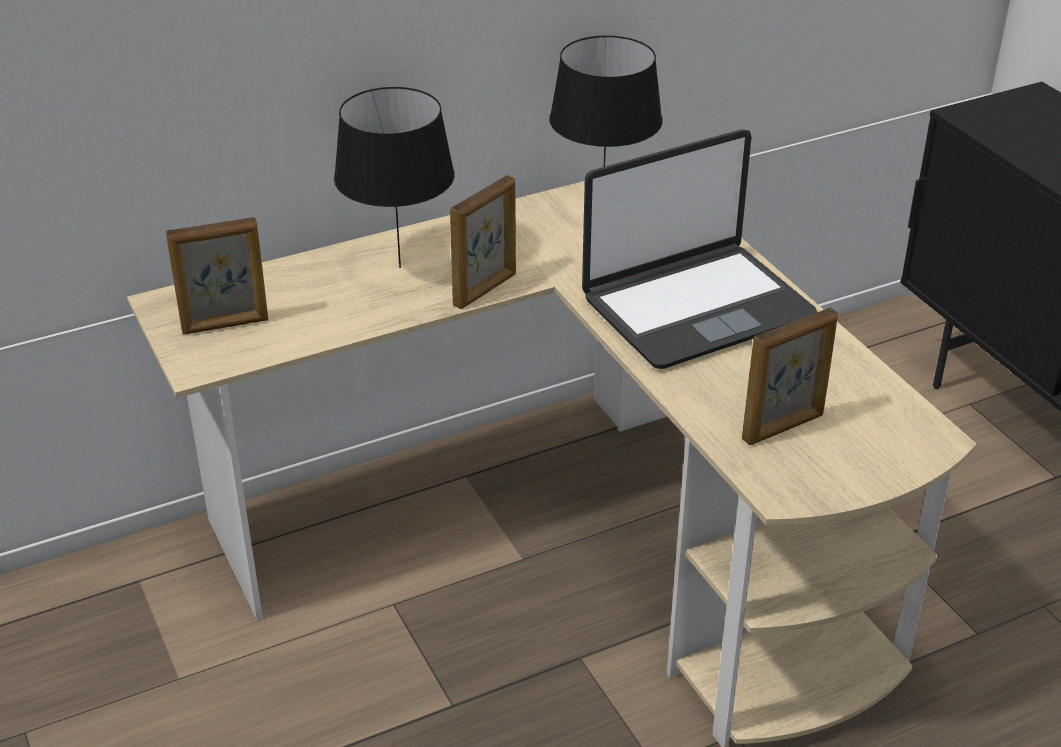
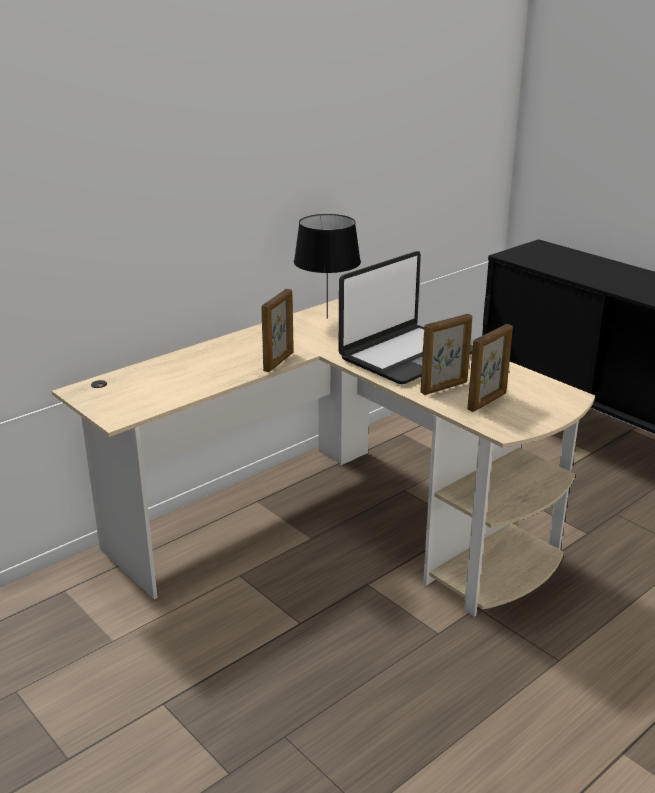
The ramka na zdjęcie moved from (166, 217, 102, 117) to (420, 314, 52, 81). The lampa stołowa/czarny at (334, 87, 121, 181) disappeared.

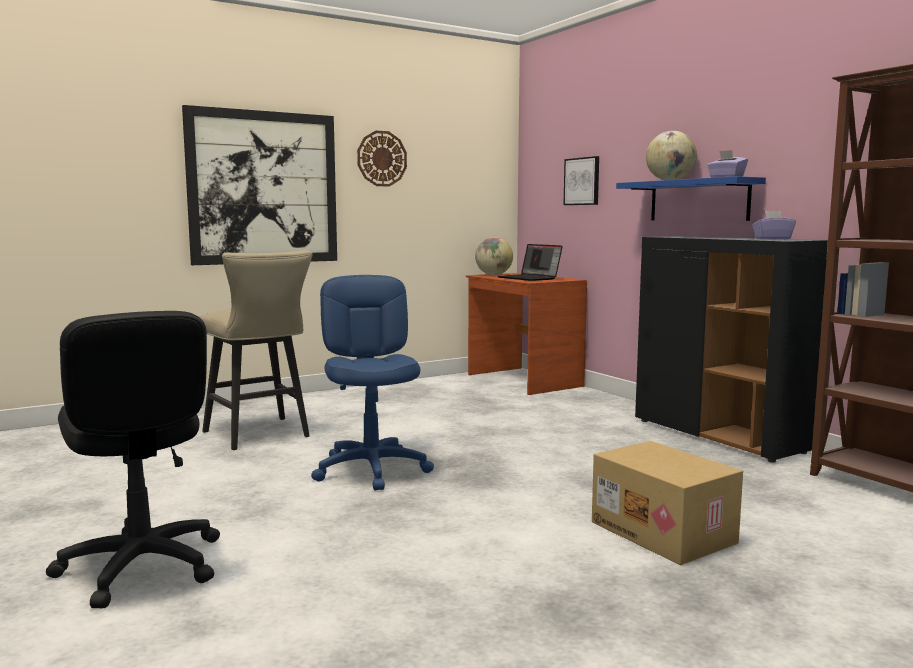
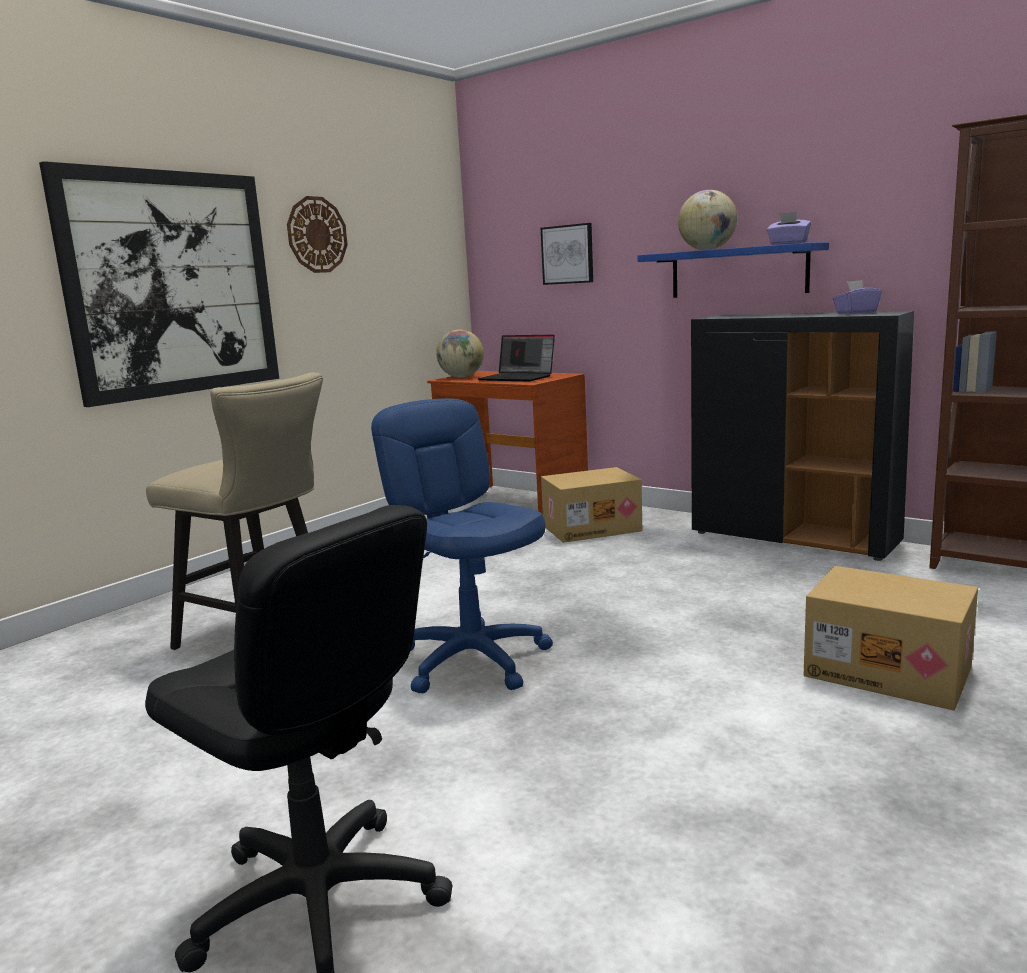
The karton at (541, 467, 101, 76) appeared.

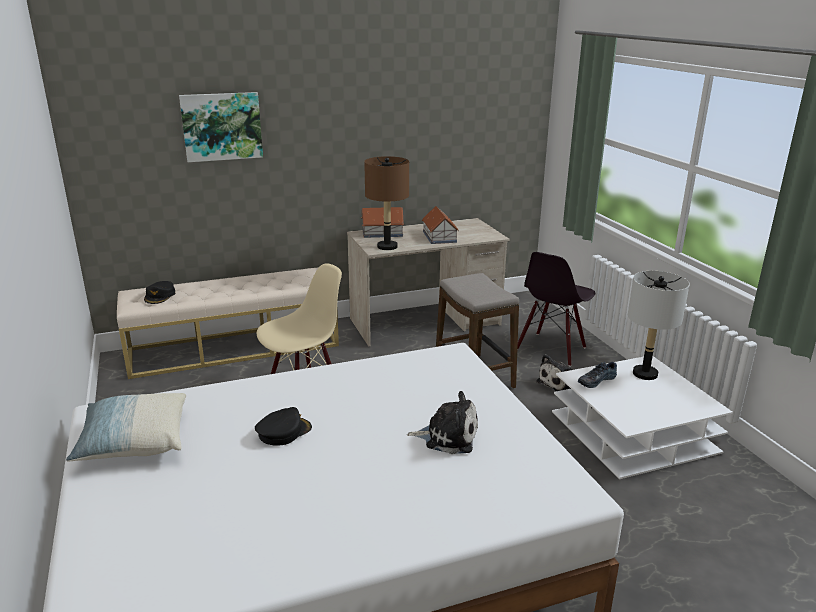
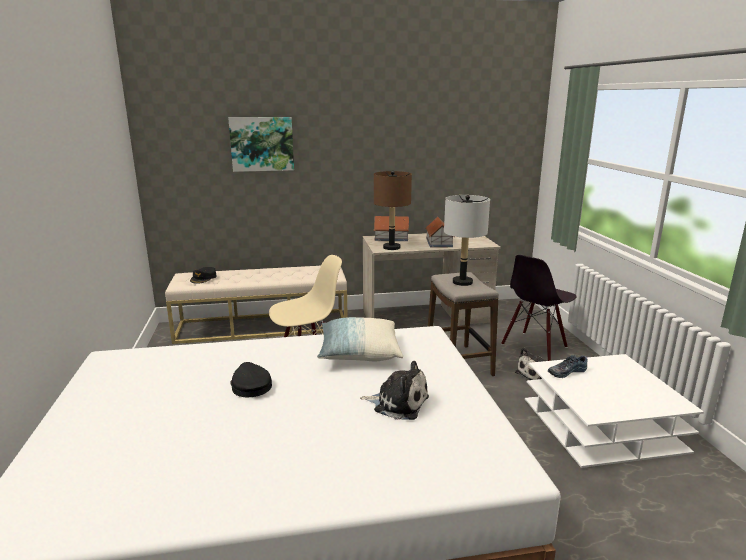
The czapka z daszkiem/czarny at (255, 407, 57, 39) turned 90 degrees counterclockwise. The poduszka moved from (66, 393, 120, 69) to (317, 317, 86, 45). The lampa stołowa/szary moved from (628, 271, 62, 109) to (444, 195, 46, 91).

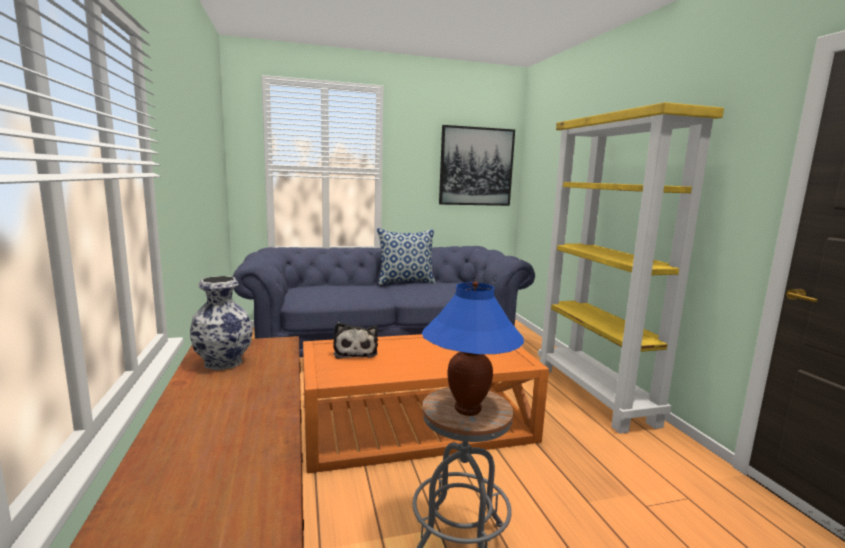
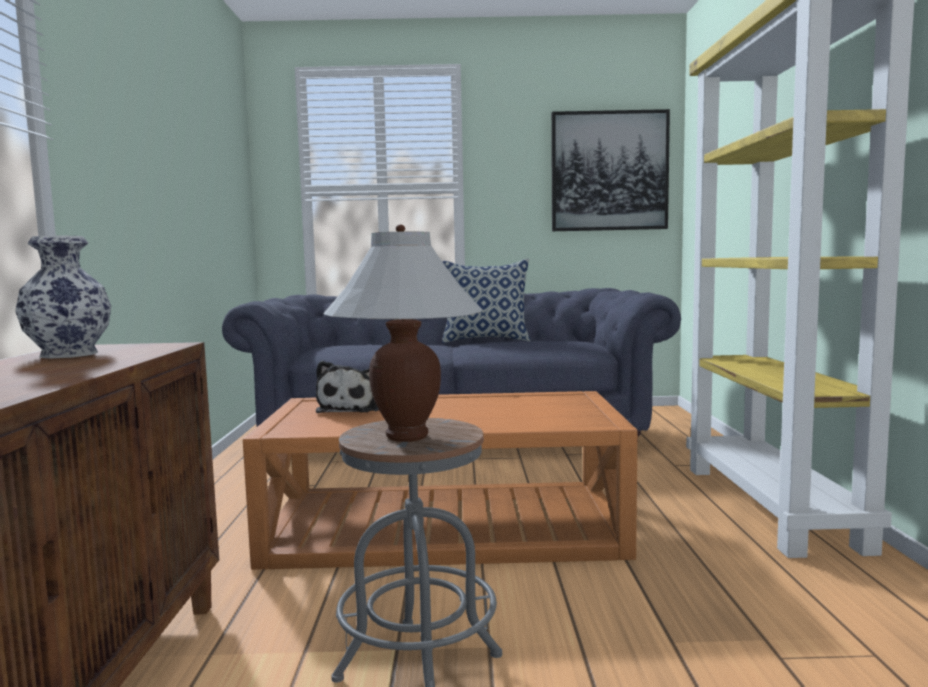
The lampa stołowa/niebieski at (422, 281, 102, 135) became the lampa stołowa/biały at (323, 224, 159, 218).

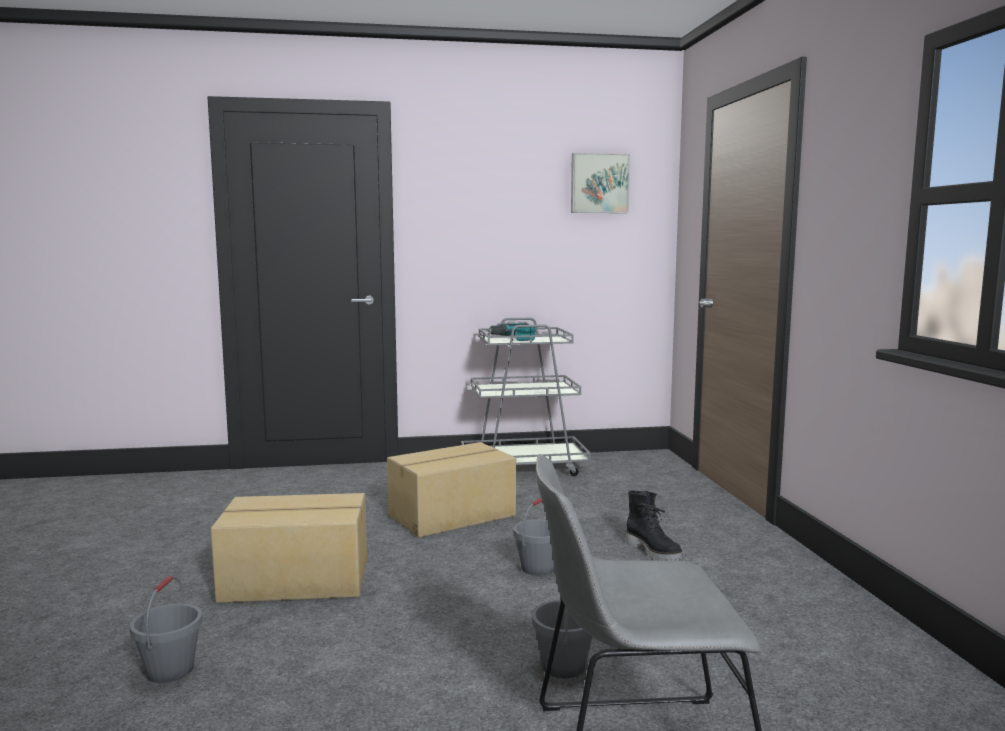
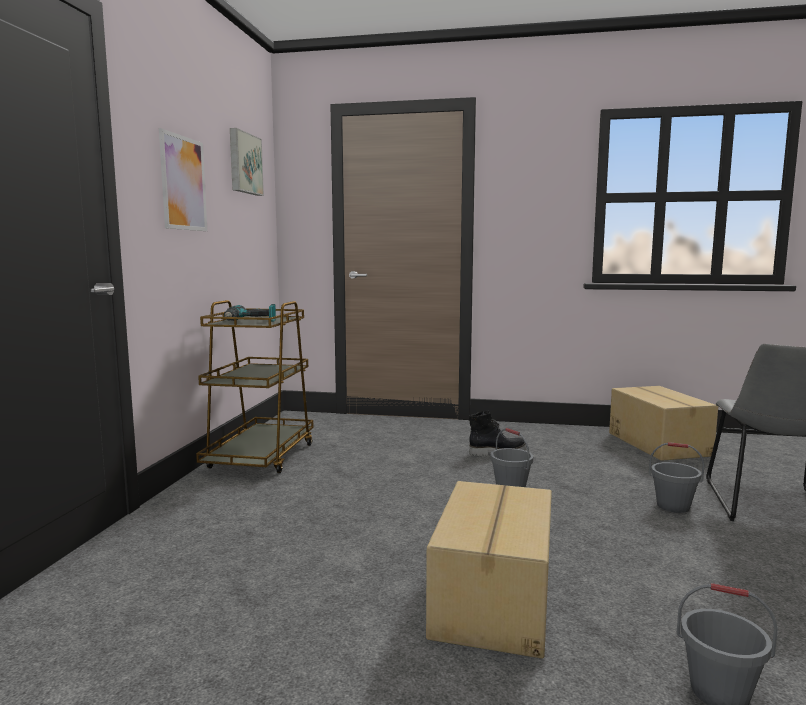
The obraz at (159, 128, 48, 103) appeared. The wózek/szary at (461, 318, 130, 158) became the wózek/brązowy at (196, 300, 117, 173). The karton moved from (387, 442, 129, 96) to (609, 386, 109, 75).

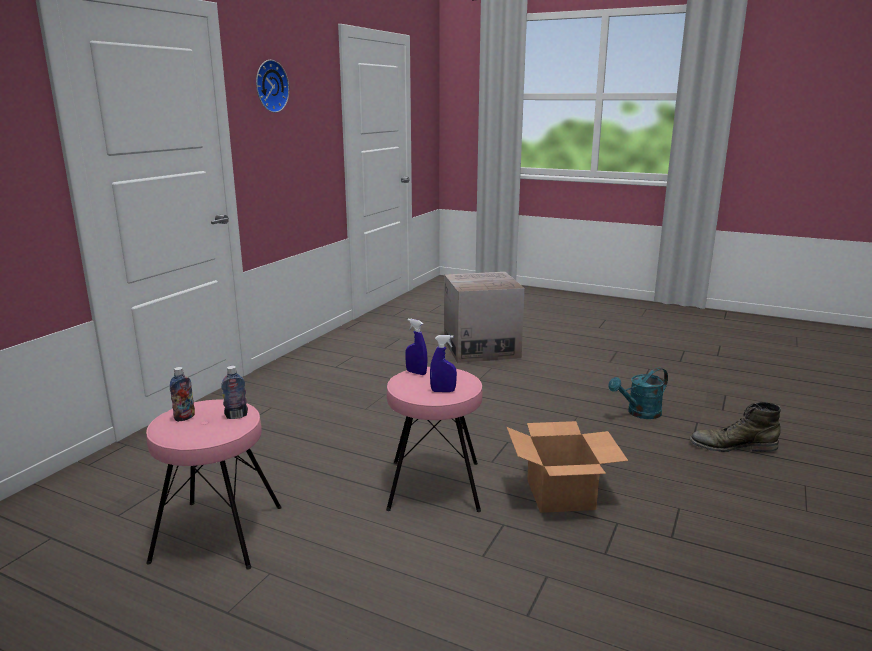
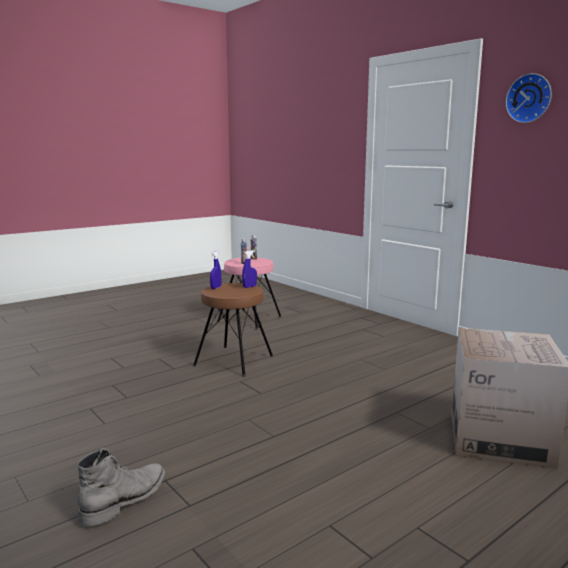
The but z cholewką/zielony at (690, 402, 91, 50) became the but z cholewką/szary at (78, 448, 87, 78). The stołek/różowy at (386, 367, 97, 145) became the stołek/brązowy at (193, 283, 80, 94). The karton at (507, 421, 121, 92) disappeared. The konewka/turkusowy at (608, 368, 60, 51) disappeared.

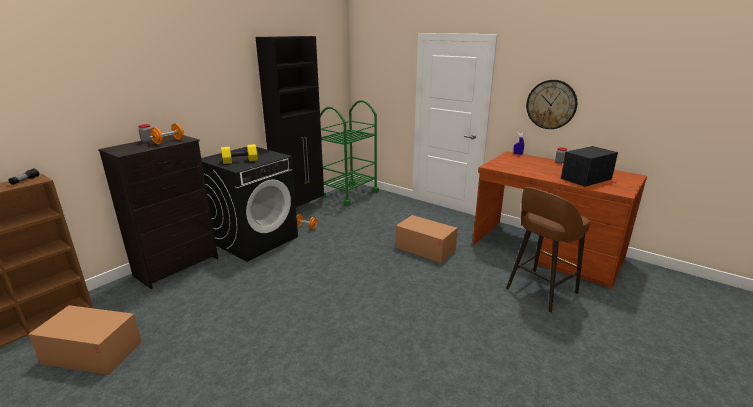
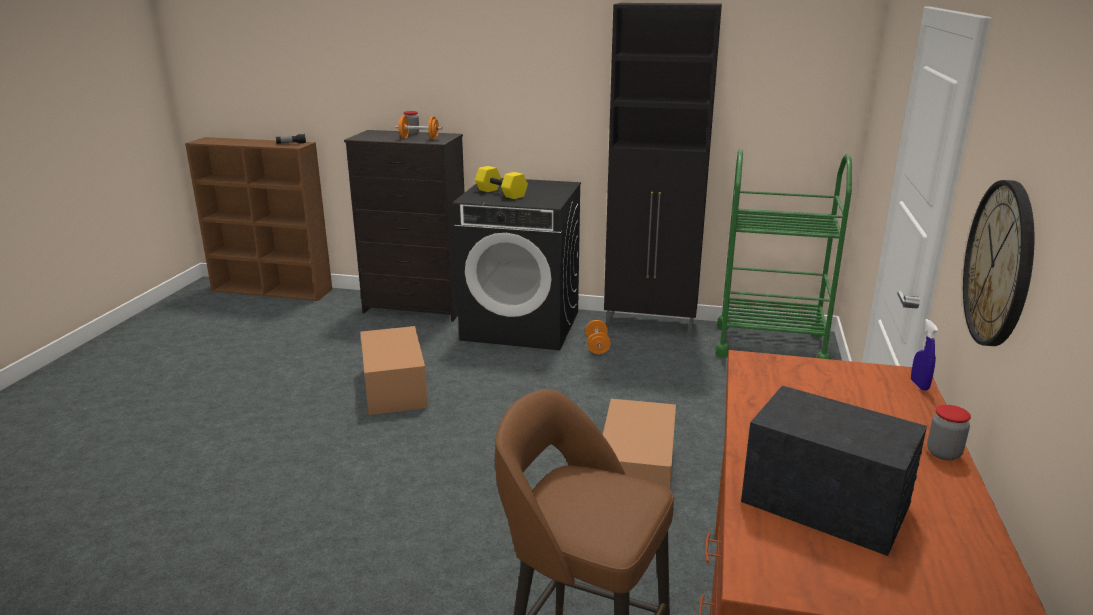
The karton moved from (28, 305, 114, 70) to (361, 326, 67, 89).

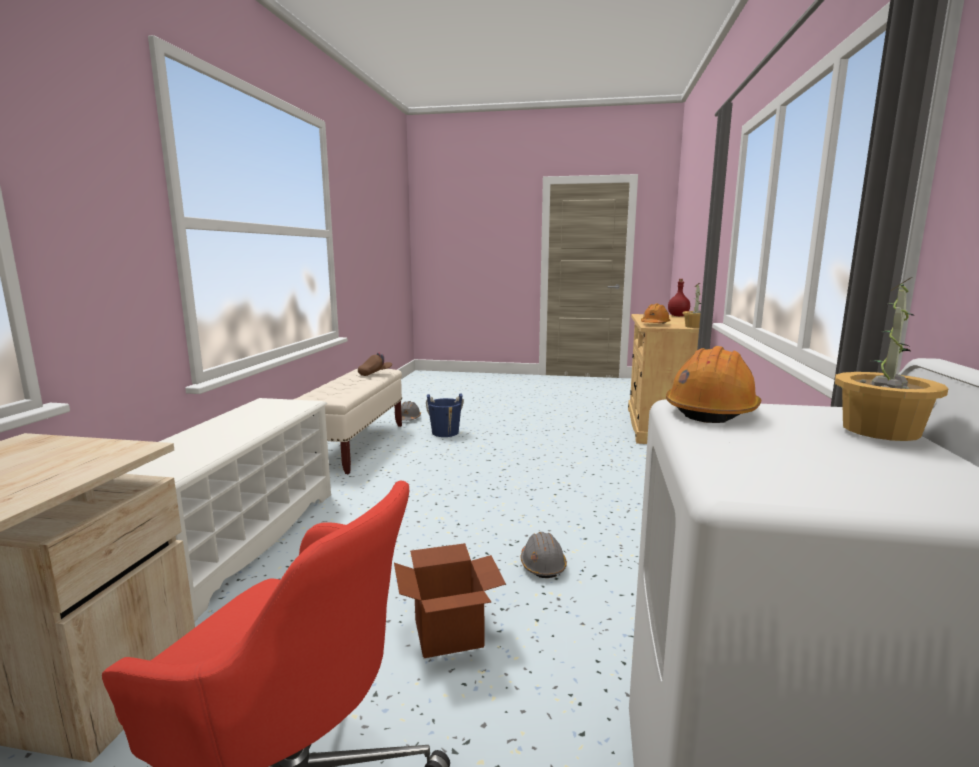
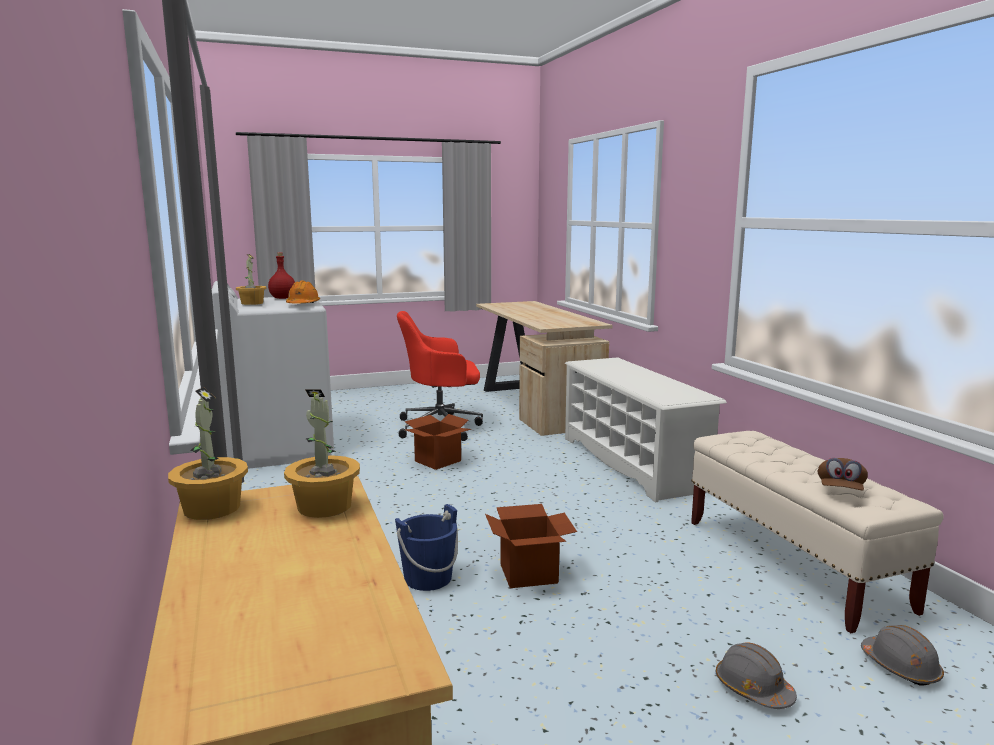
The butelka/czerwony moved from (668, 279, 22, 37) to (268, 253, 27, 46). The kask/pomarańczowy at (641, 303, 30, 21) was replaced by the roślina doniczkowa at (284, 389, 76, 129). The wiadro/niebieski moved from (426, 393, 38, 44) to (395, 504, 63, 87). The karton at (485, 504, 92, 84) appeared. The kask/szary moved from (520, 532, 47, 46) to (716, 642, 81, 67).

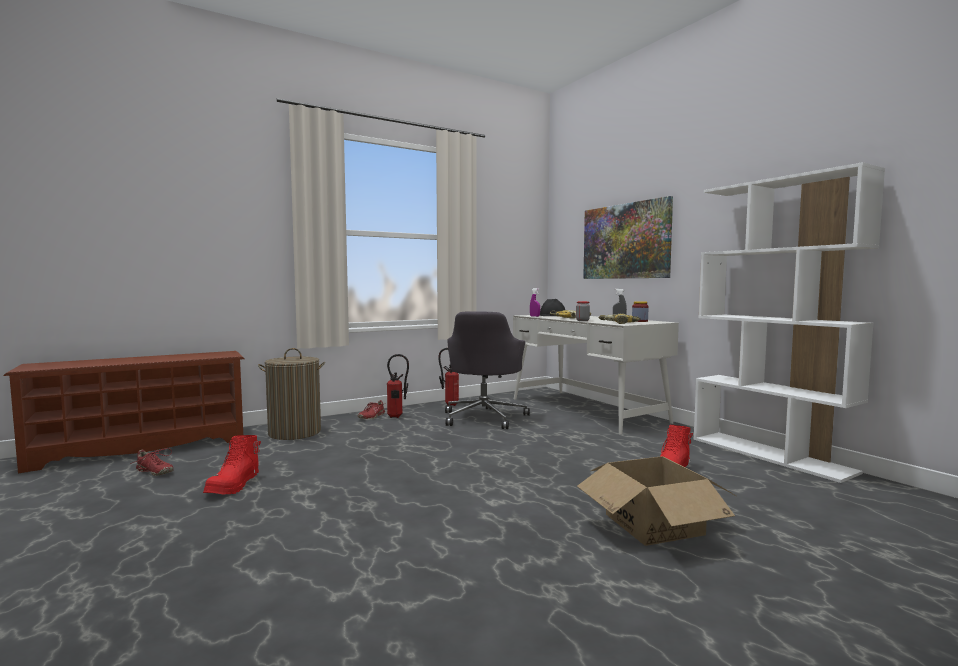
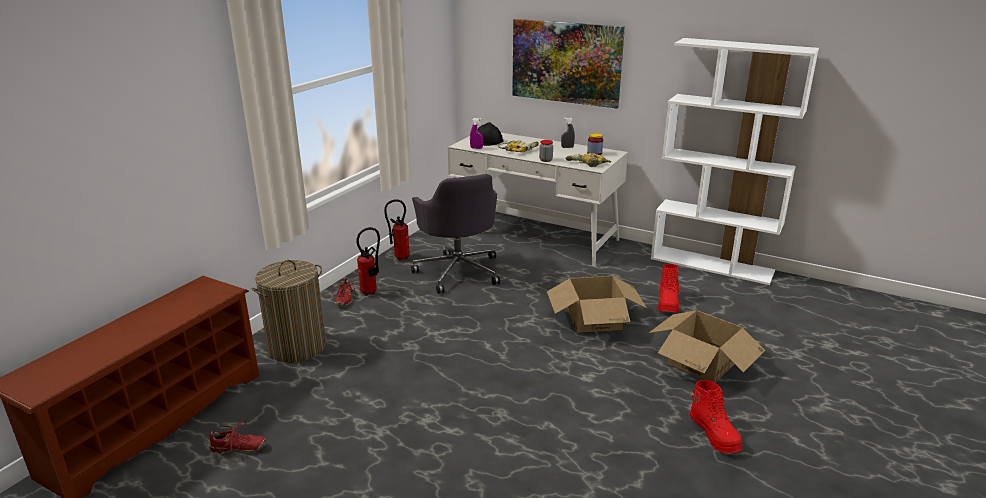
The karton at (547, 276, 100, 57) appeared. The but z cholewką/czerwony moved from (203, 435, 58, 60) to (690, 380, 53, 73).

